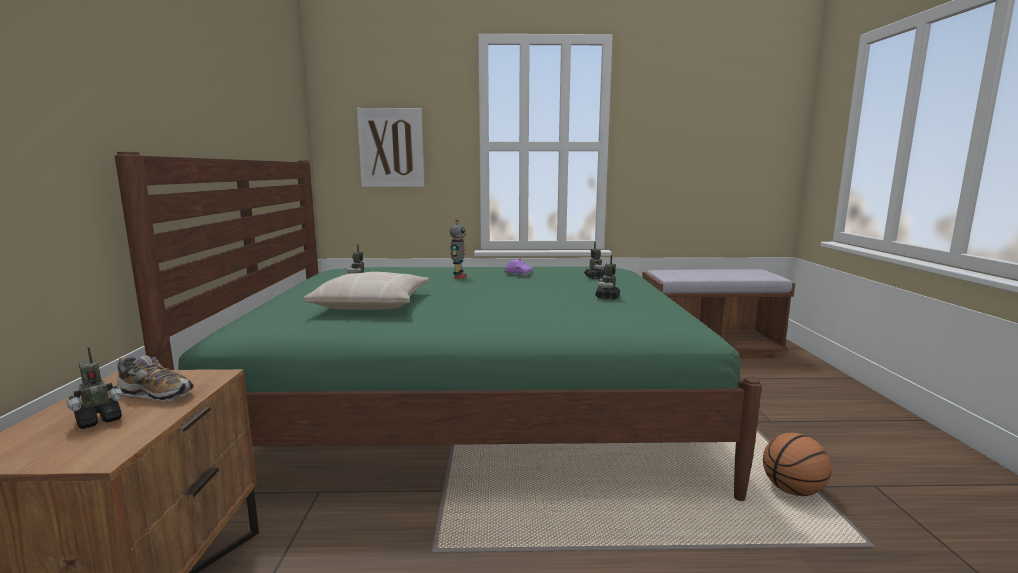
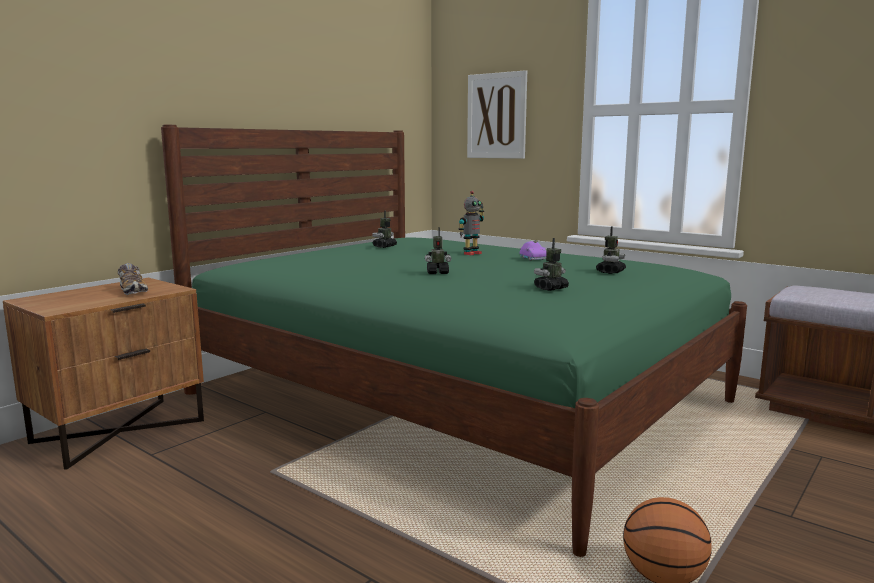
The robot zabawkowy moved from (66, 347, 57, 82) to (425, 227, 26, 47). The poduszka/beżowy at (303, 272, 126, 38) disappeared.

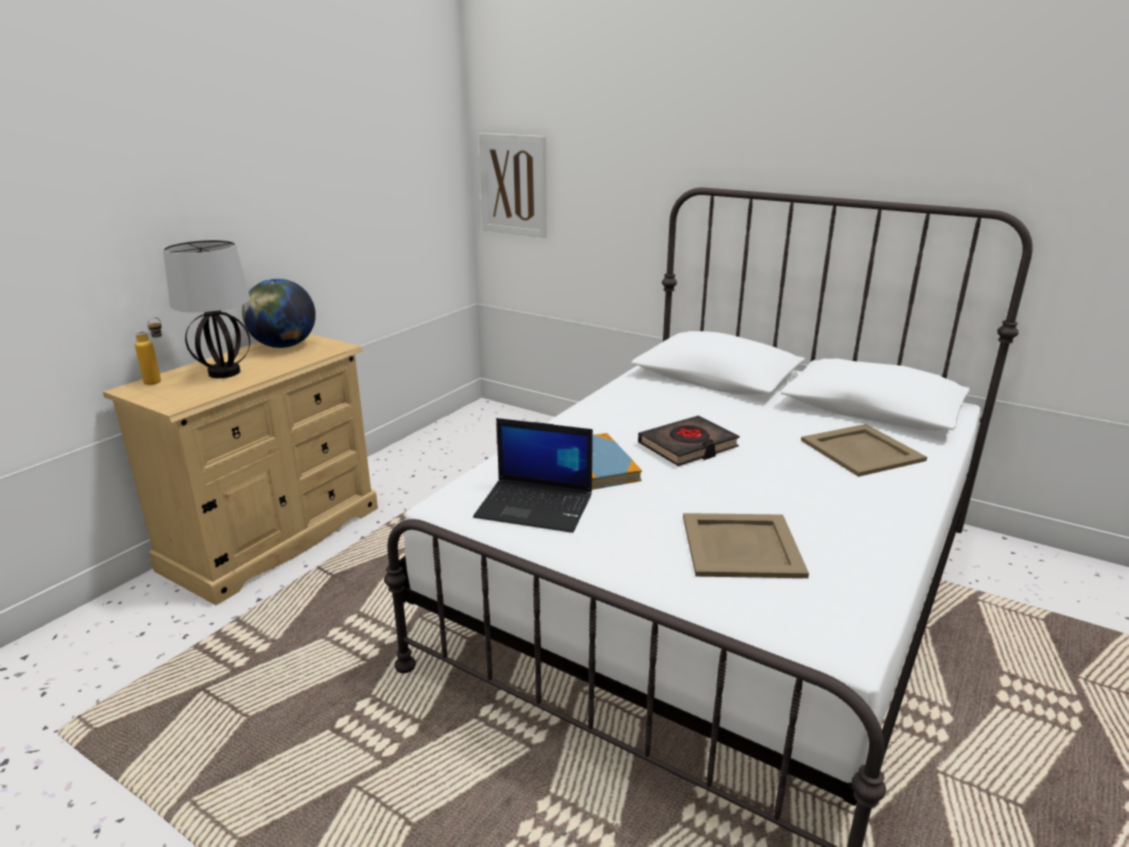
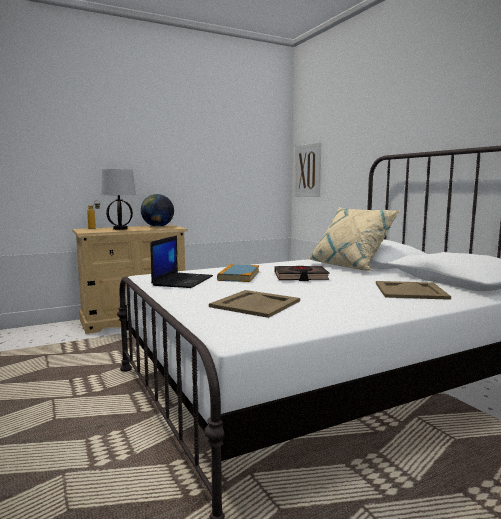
The laptop at (473, 418, 120, 115) turned 120 degrees counterclockwise. The poduszka/beżowy at (309, 207, 92, 64) appeared.

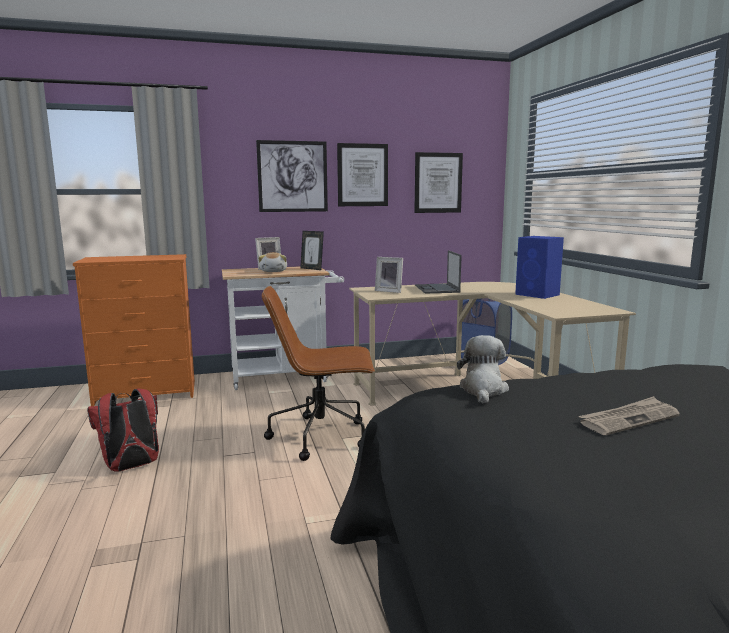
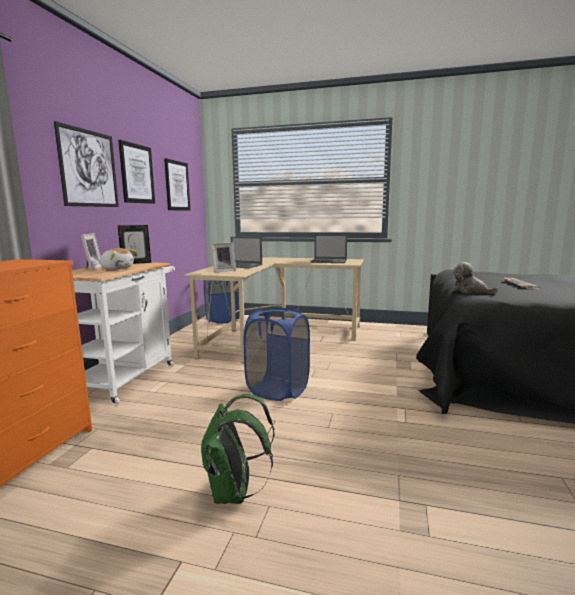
The plecak/czerwony at (87, 389, 72, 83) became the plecak/zielony at (201, 394, 73, 110). The krzesło biurowe/brązowy at (262, 286, 113, 175) was replaced by the kosz na pranie/niebieski at (244, 308, 66, 93). The laptop at (311, 235, 36, 28) appeared. The głośnik/niebieski at (515, 236, 49, 63) disappeared.

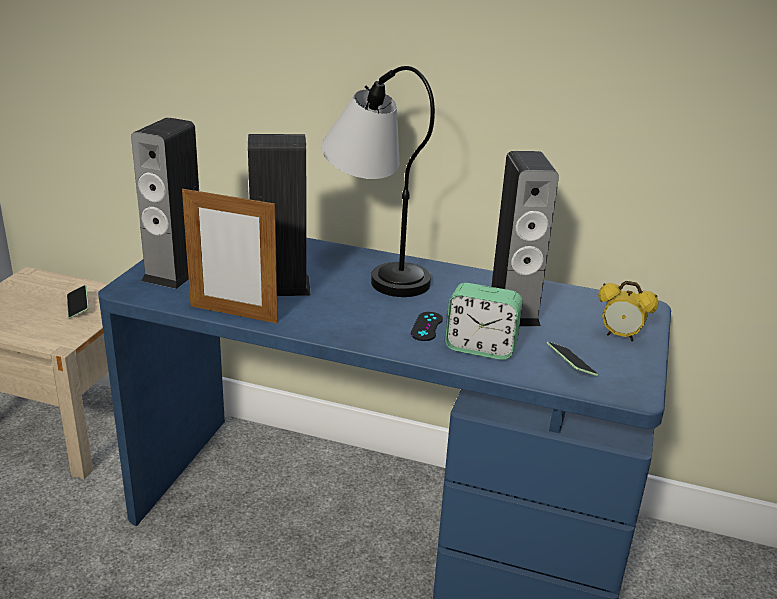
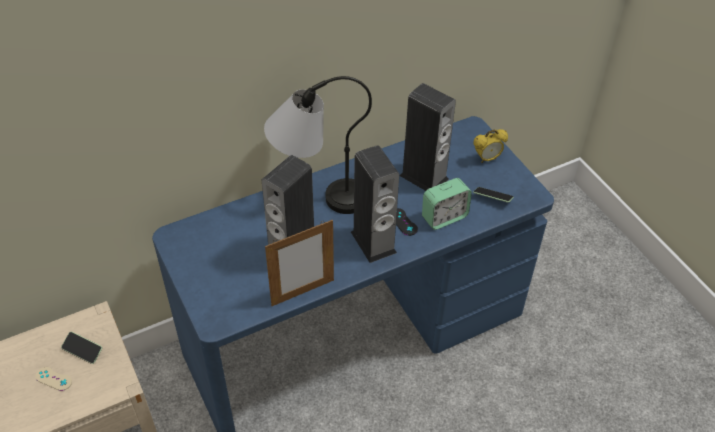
The pad do gier/beżowy at (35, 367, 37, 24) appeared. The głośnik moved from (131, 117, 68, 172) to (351, 145, 48, 118).

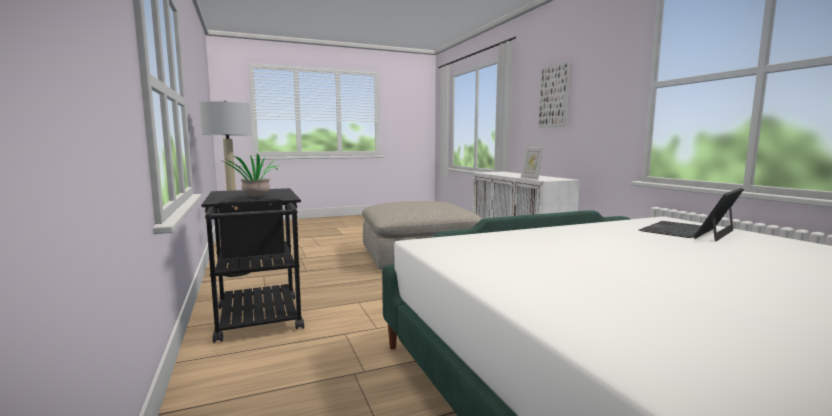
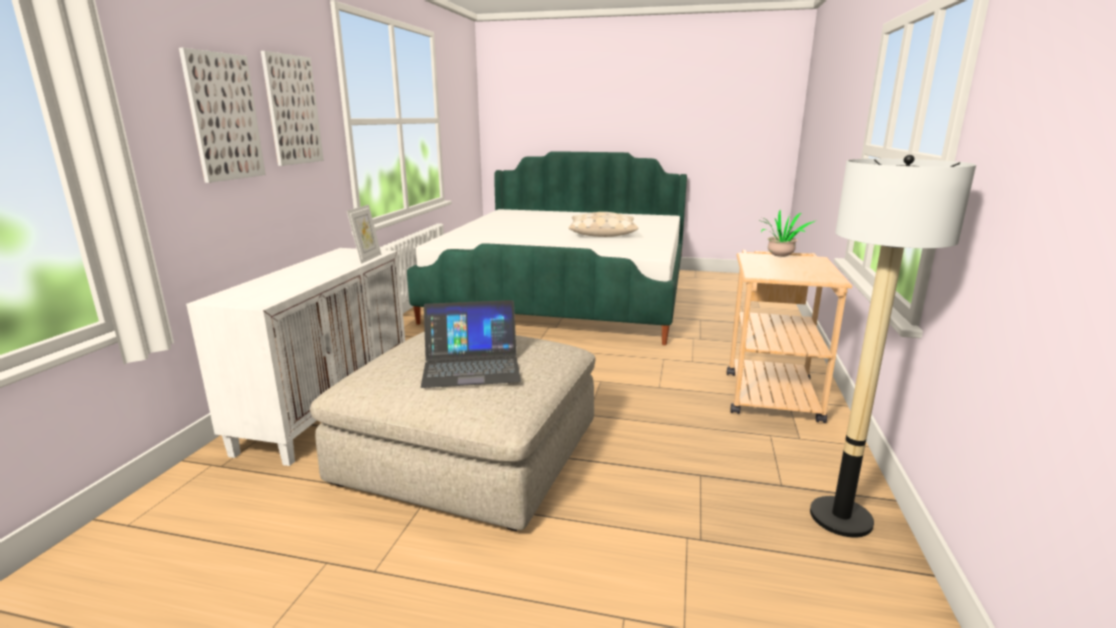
The obraz at (261, 51, 63, 115) appeared. The laptop moved from (639, 188, 105, 54) to (421, 300, 100, 88). The poduszka/beżowy at (569, 212, 70, 25) appeared. The wózek/czarny at (201, 188, 103, 155) became the wózek/beżowy at (727, 250, 125, 173).

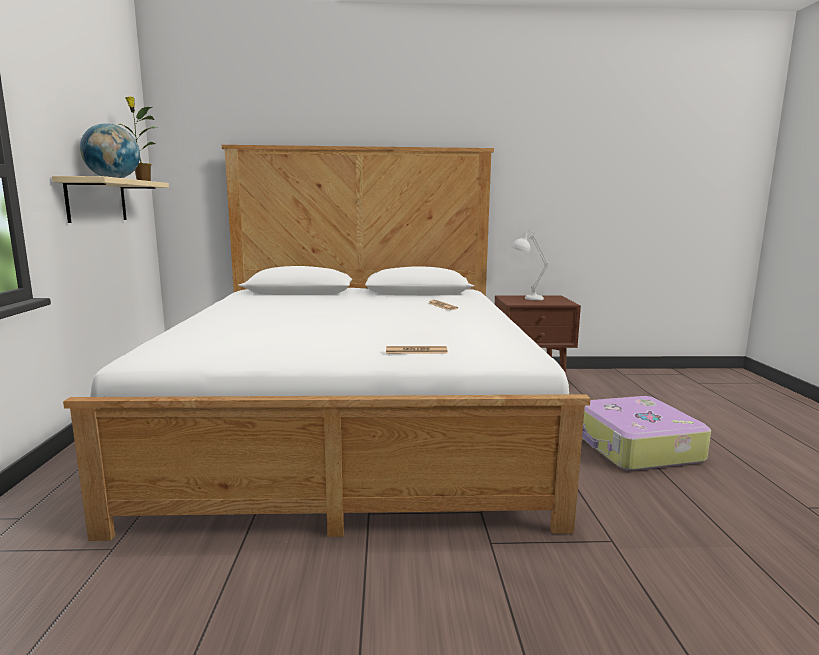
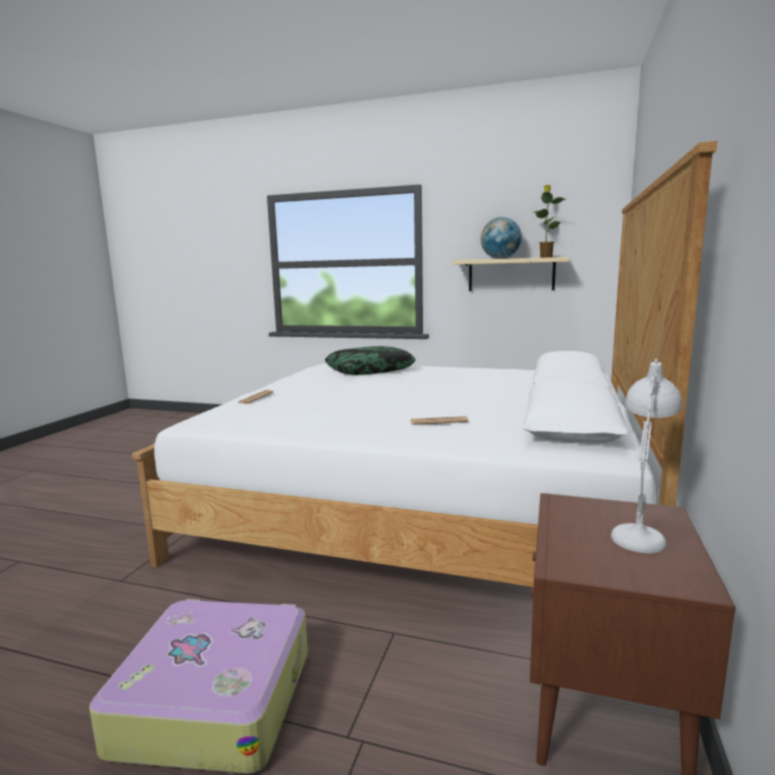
The poduszka at (325, 346, 91, 29) appeared.

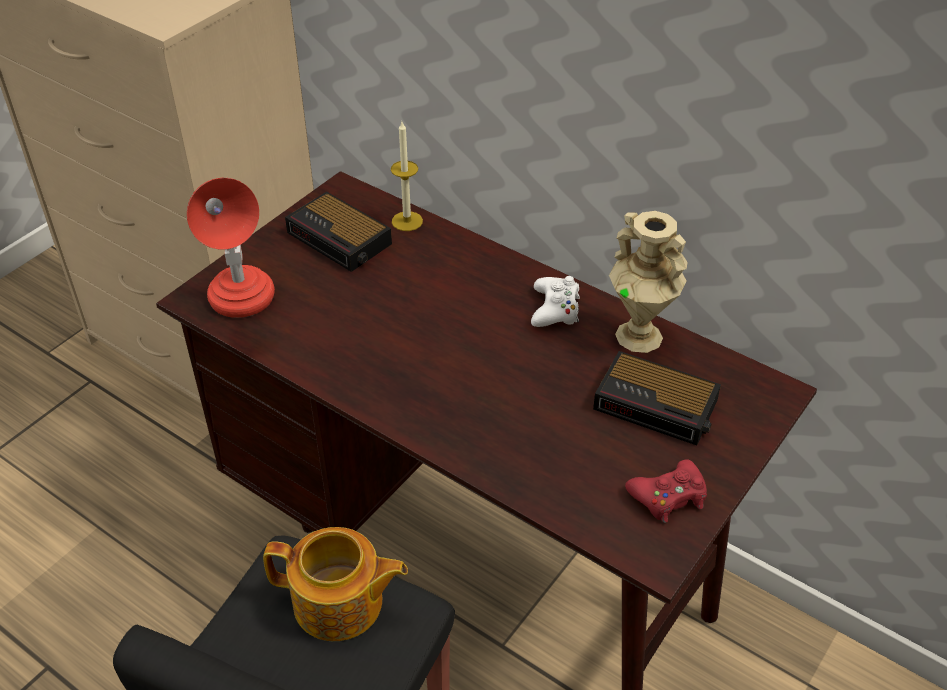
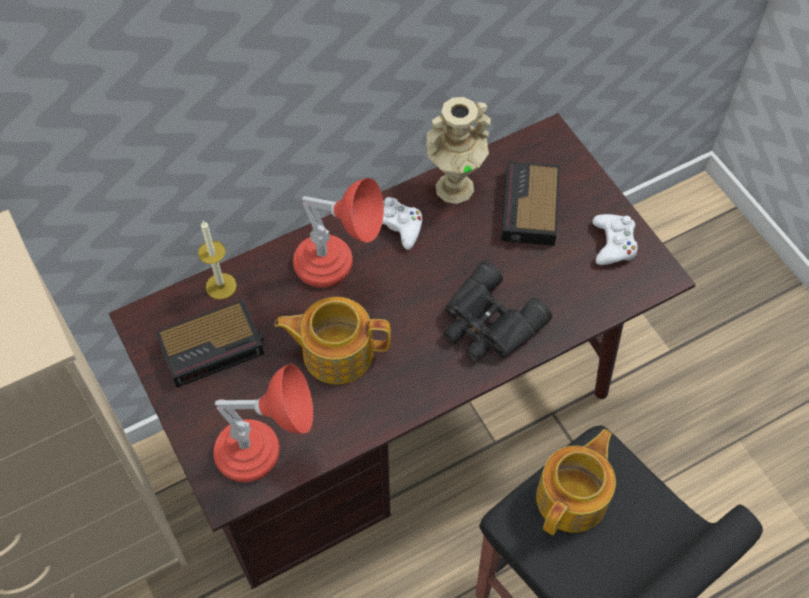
The imbryk at (274, 297, 117, 87) appeared. The lampa stołowa/czerwony at (293, 178, 91, 110) appeared. The lornetka/czarny at (444, 261, 108, 101) appeared. The budzik at (593, 351, 128, 94) turned 135 degrees clockwise. The pad do gier/czerwony at (625, 459, 82, 64) became the pad do gier/biały at (593, 214, 44, 51).

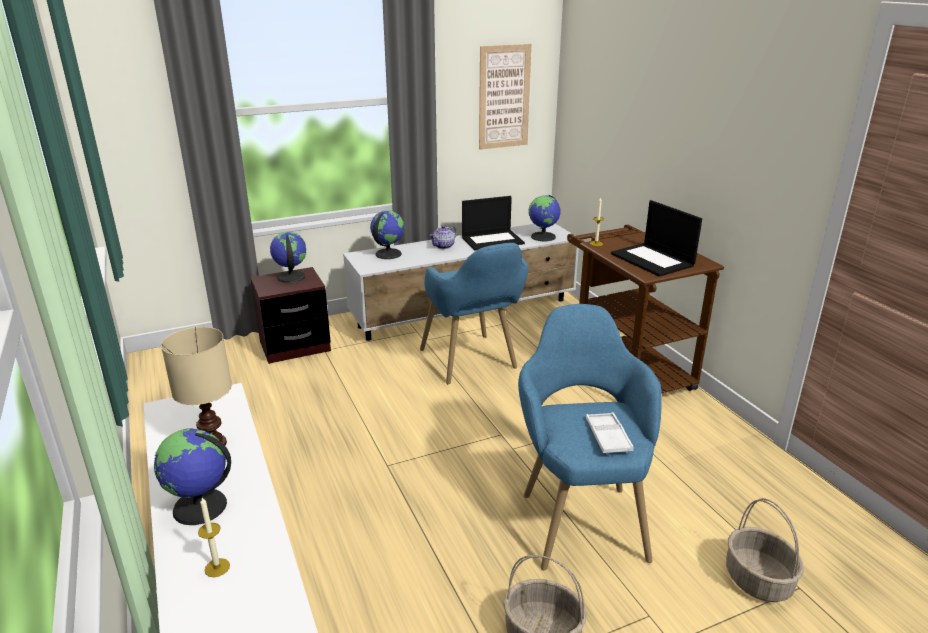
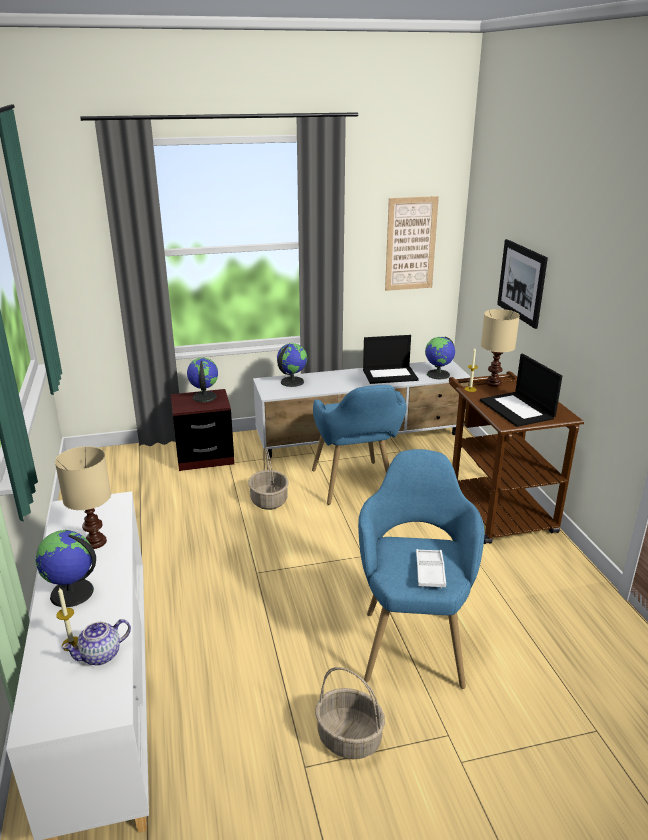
The imbryk moved from (430, 225, 27, 24) to (62, 619, 69, 47). The koszyk moved from (726, 498, 78, 104) to (248, 447, 41, 63). The lampa stołowa/beżowy at (481, 309, 39, 78) appeared. The obraz at (497, 239, 51, 90) appeared.

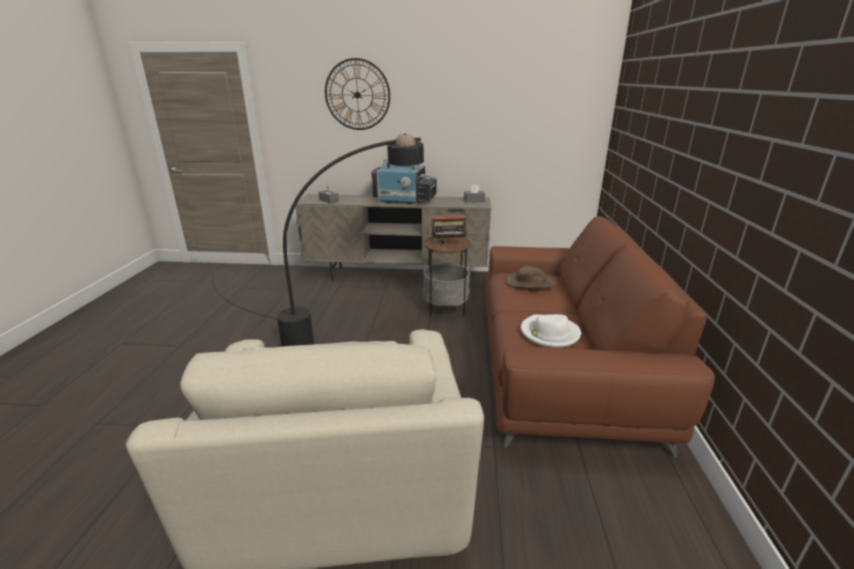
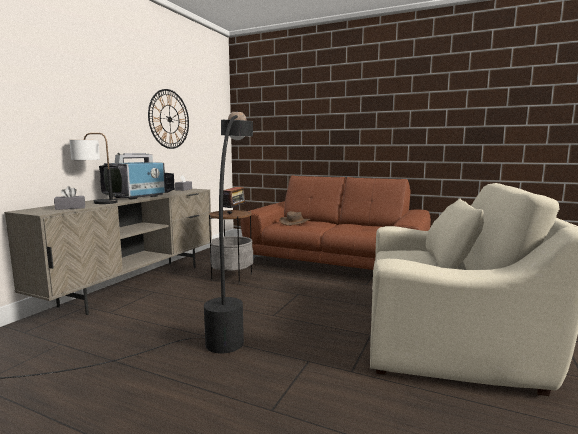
The lampa stołowa at (69, 133, 48, 71) appeared. The zegar ścienny moved from (325, 58, 65, 72) to (148, 89, 41, 60). The kapelusz/biały at (521, 314, 60, 34) disappeared.

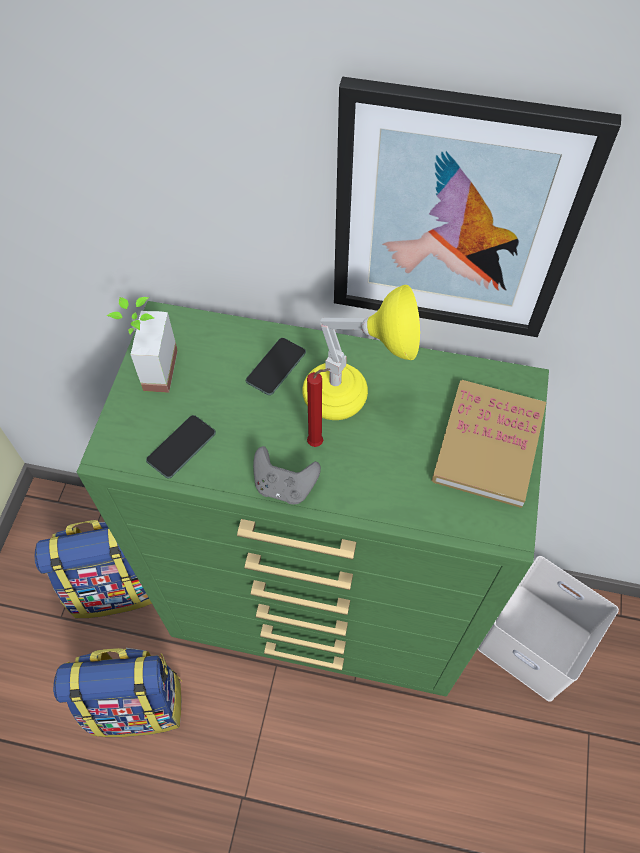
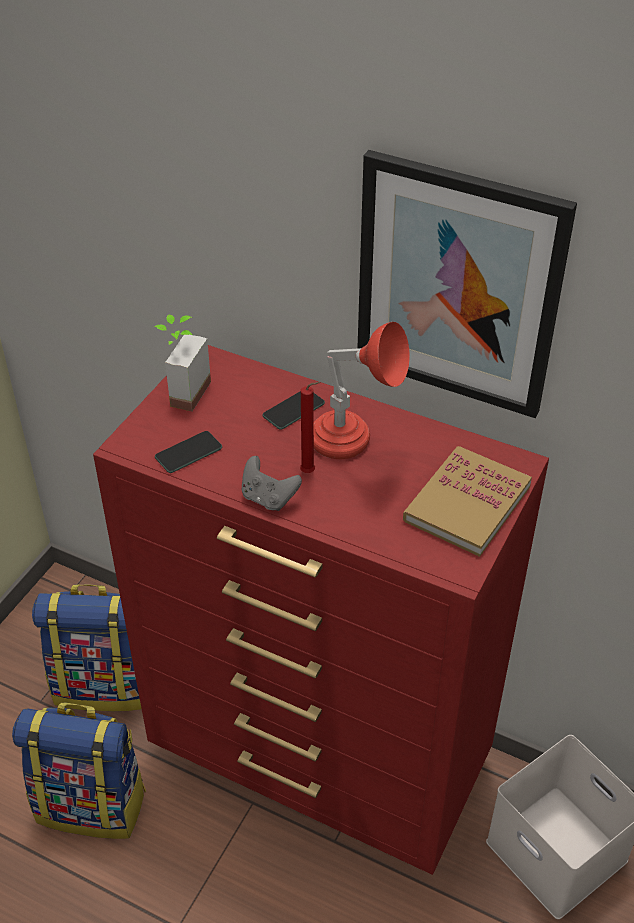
The komoda/zielony at (77, 301, 472, 395) became the komoda/czerwony at (93, 345, 456, 530). The lampa stołowa/żółty at (302, 285, 118, 135) became the lampa stołowa/czerwony at (314, 322, 96, 137).

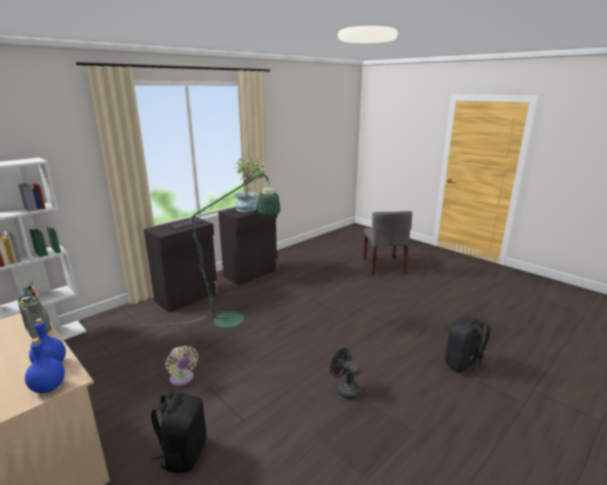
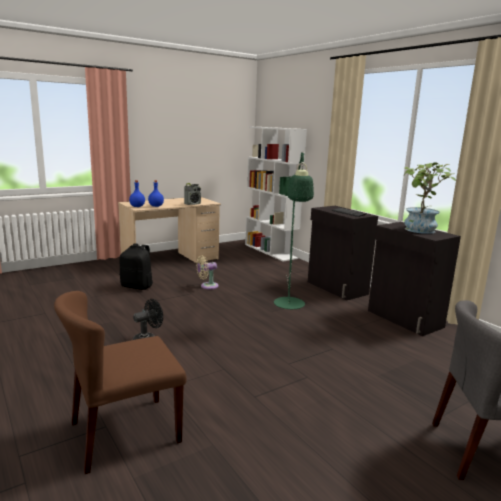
The plecak/czarny at (445, 317, 46, 61) was replaced by the krzesło/brązowy at (54, 291, 133, 183).

